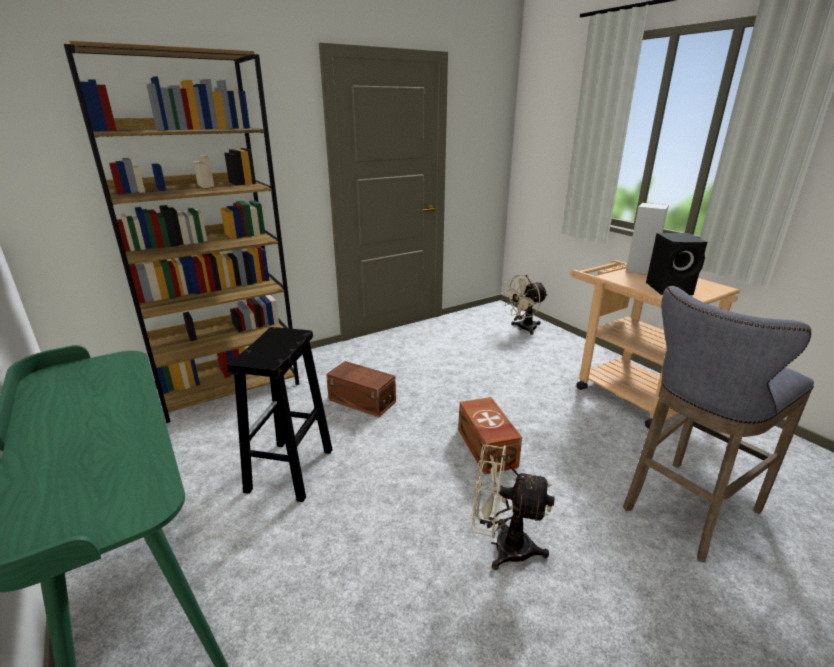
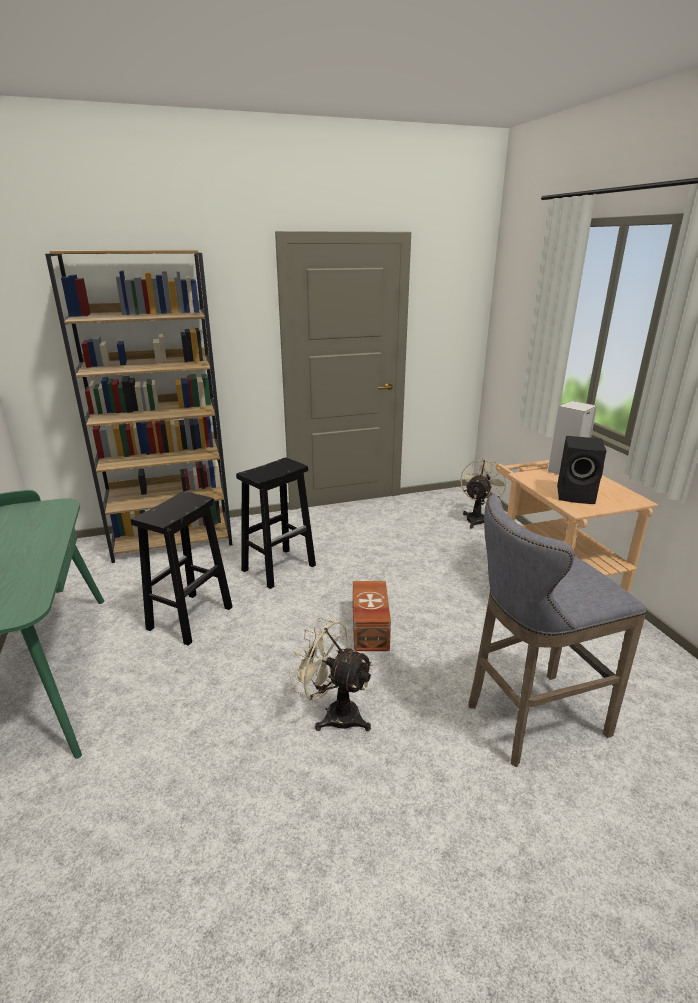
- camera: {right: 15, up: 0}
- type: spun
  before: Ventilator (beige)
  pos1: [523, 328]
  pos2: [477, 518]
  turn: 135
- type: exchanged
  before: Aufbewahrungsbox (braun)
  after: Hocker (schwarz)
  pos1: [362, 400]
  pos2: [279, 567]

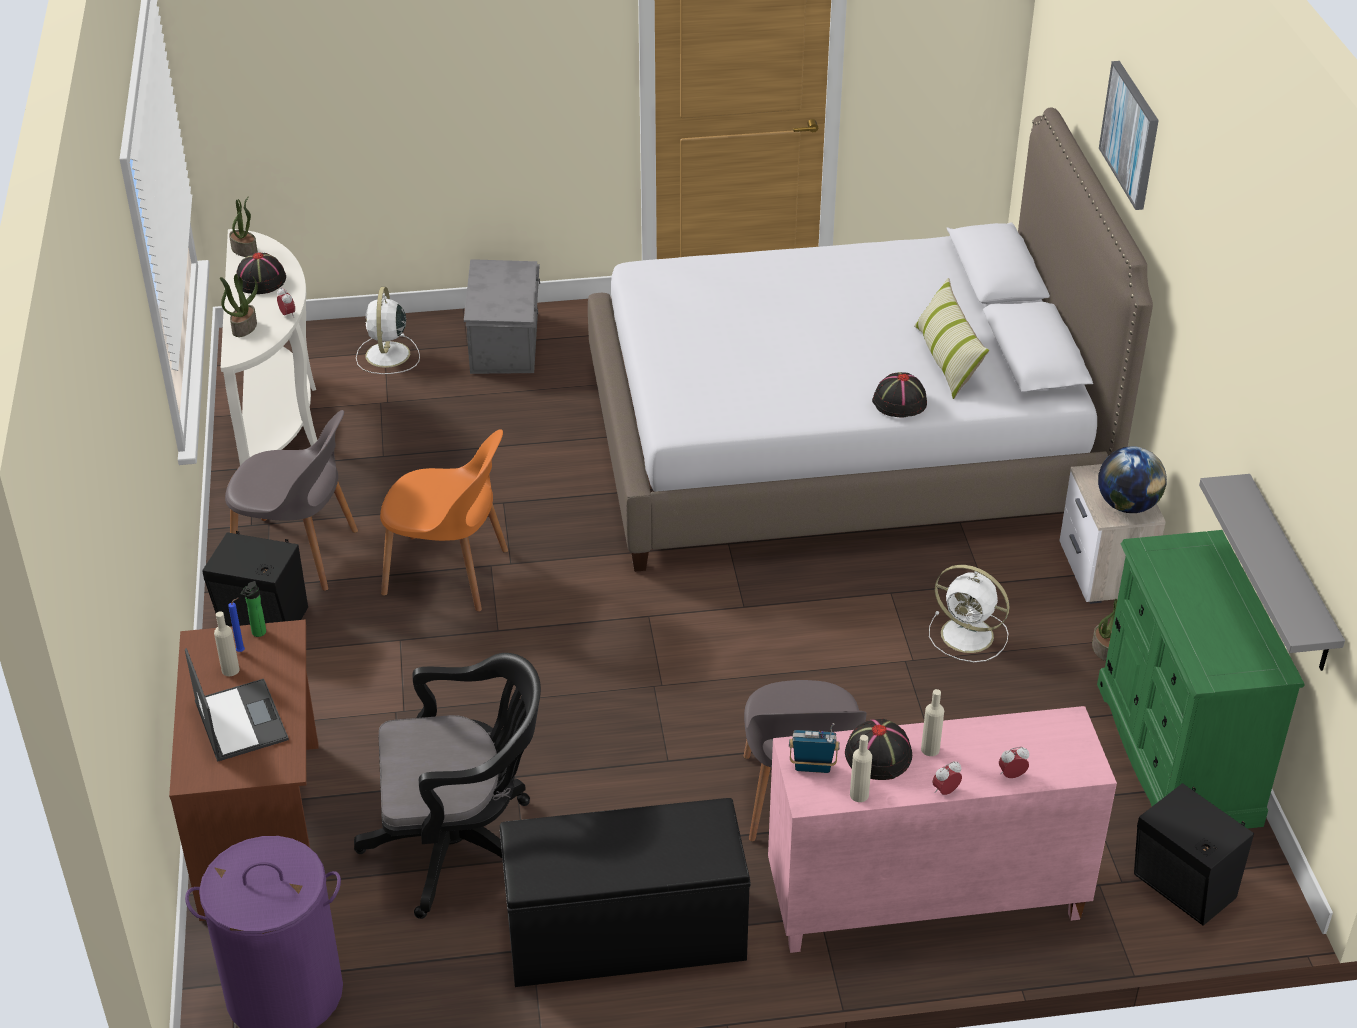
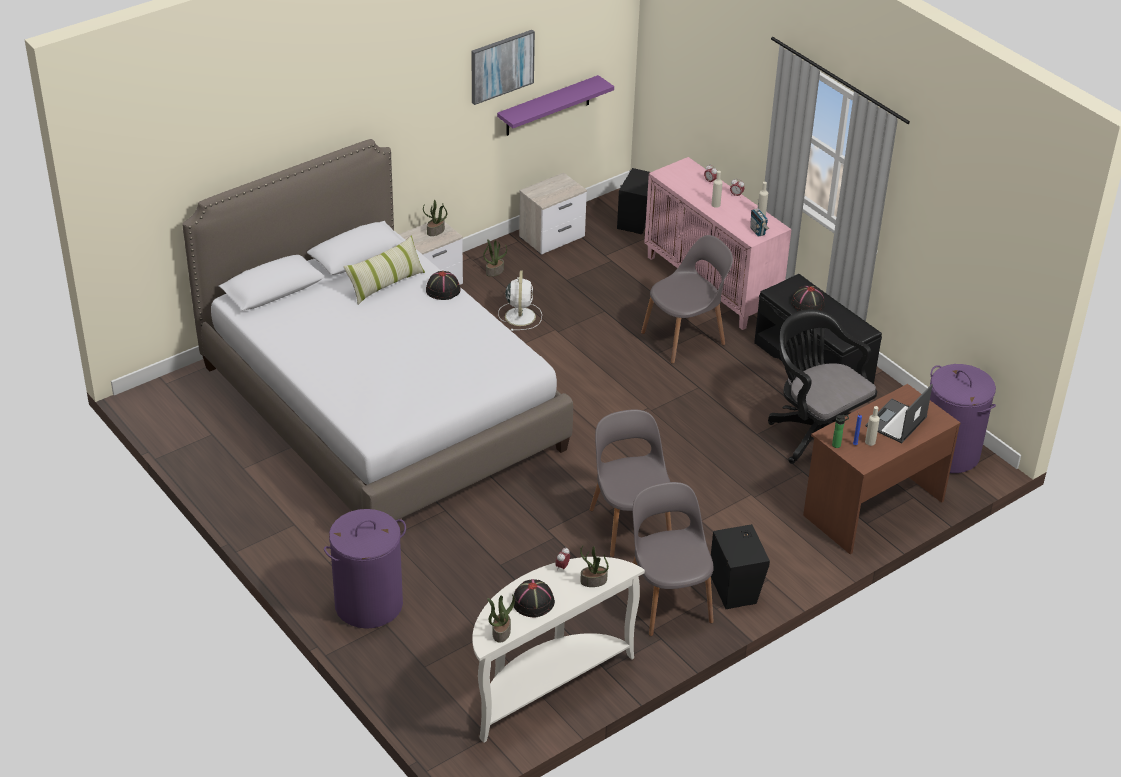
- camera: {right: -120, up: 0}
- type: relocated
  before: Bild
  pos1: [1131, 134]
  pos2: [501, 66]
- type: exchanged
  before: Aufbewahrungsbox (grau)
  after: Wäschekorb (lila)
  pos1: [506, 342]
  pos2: [368, 604]
- type: missing
  before: Ventilator (weiß)
  pos1: [387, 356]
- type: colour
  before: Stuhl (orange)
  after: Stuhl (grau)
  pos1: [449, 573]
  pos2: [630, 525]
- type: exchanged
  before: Globus
  after: Topfpflanze
  pos1: [1127, 505]
  pos2: [435, 231]
- type: colour
  before: Wandregal (grau)
  after: Wandregal (lila)
  pos1: [1289, 576]
  pos2: [548, 106]
- type: exchanged
  before: Kommode (grün)
  after: Nachttisch
  pos1: [1176, 753]
  pos2: [553, 237]
- type: relocated
  before: Hut (schwarz)
  pos1: [878, 755]
  pos2: [807, 304]

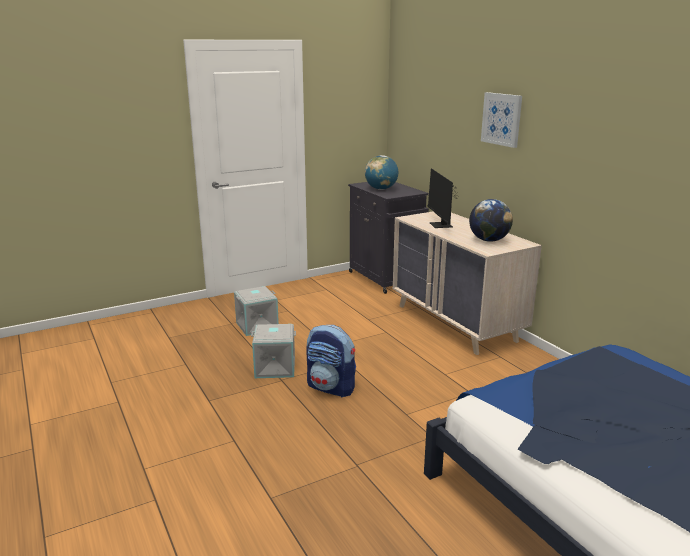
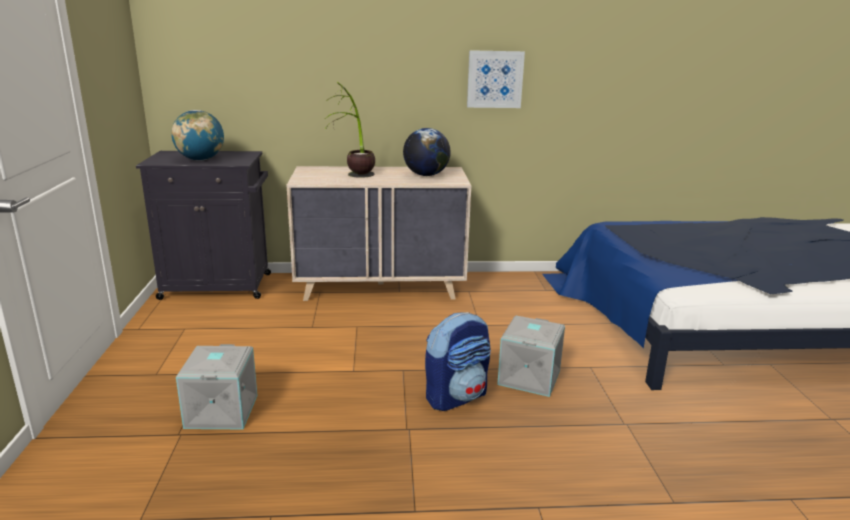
- camera: {right: -65, up: 0}
- type: relocated
  before: Bild
  pos1: [501, 119]
  pos2: [495, 79]
- type: exchanged
  before: Monitor
  after: Topfpflanze
  pos1: [441, 226]
  pos2: [354, 178]
- type: relocated
  before: Aufbewahrungsbox (grau)
  pos1: [275, 367]
  pos2: [528, 377]

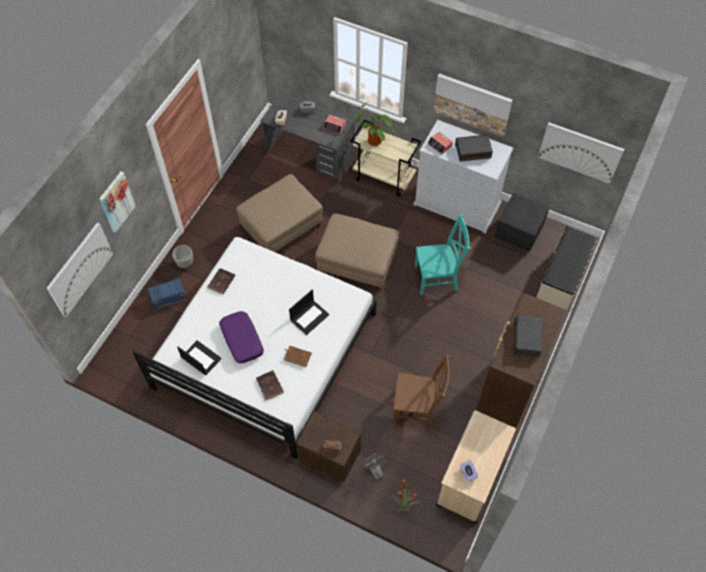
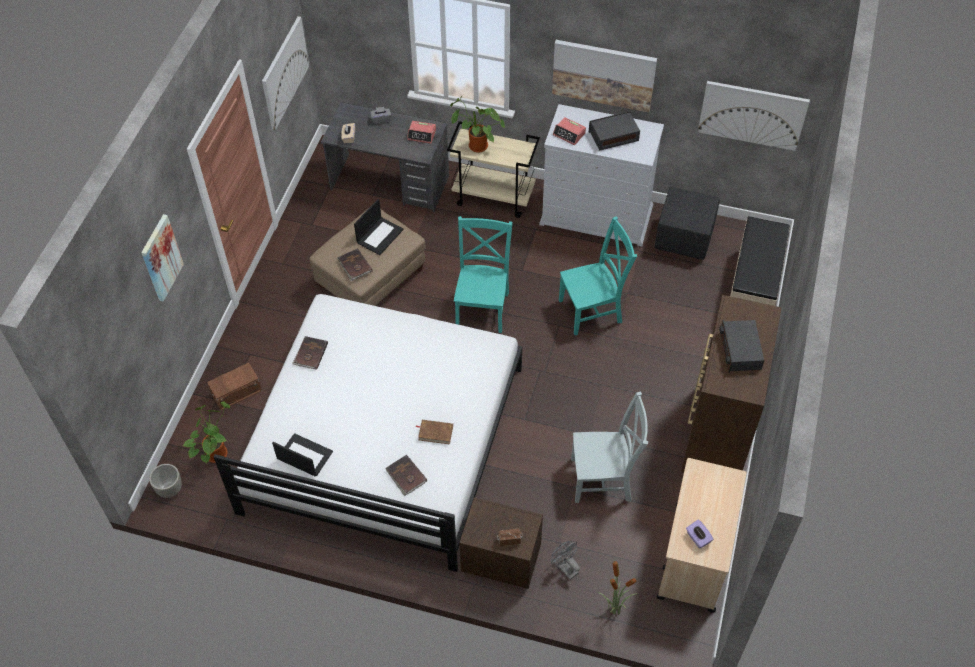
- camera: {right: -10, up: -5}
- type: exchanged
  before: Polsterhocker (beige)
  after: Stuhl (türkis)
  pos1: [357, 262]
  pos2: [483, 308]
- type: relocated
  before: Bild
  pos1: [80, 269]
  pos2: [284, 72]
- type: relocated
  before: Pflanzkübel (grau)
  pos1: [185, 262]
  pos2: [170, 489]
- type: colour
  before: Aufbewahrungsbox (blau)
  after: Aufbewahrungsbox (braun)
  pos1: [168, 297]
  pos2: [235, 392]
- type: relocated
  before: Laptop
  pos1: [309, 317]
  pos2: [380, 235]
- type: missing
  before: Kissen (lila)
  pos1: [241, 340]
- type: colour
  before: Stuhl (braun)
  after: Stuhl (grau)
  pos1: [417, 409]
  pos2: [604, 479]
- type: appeared
  after: Buch (braun)
  pos2: [354, 266]
- type: appeared
  after: Topfpflanze
  pos2: [216, 452]

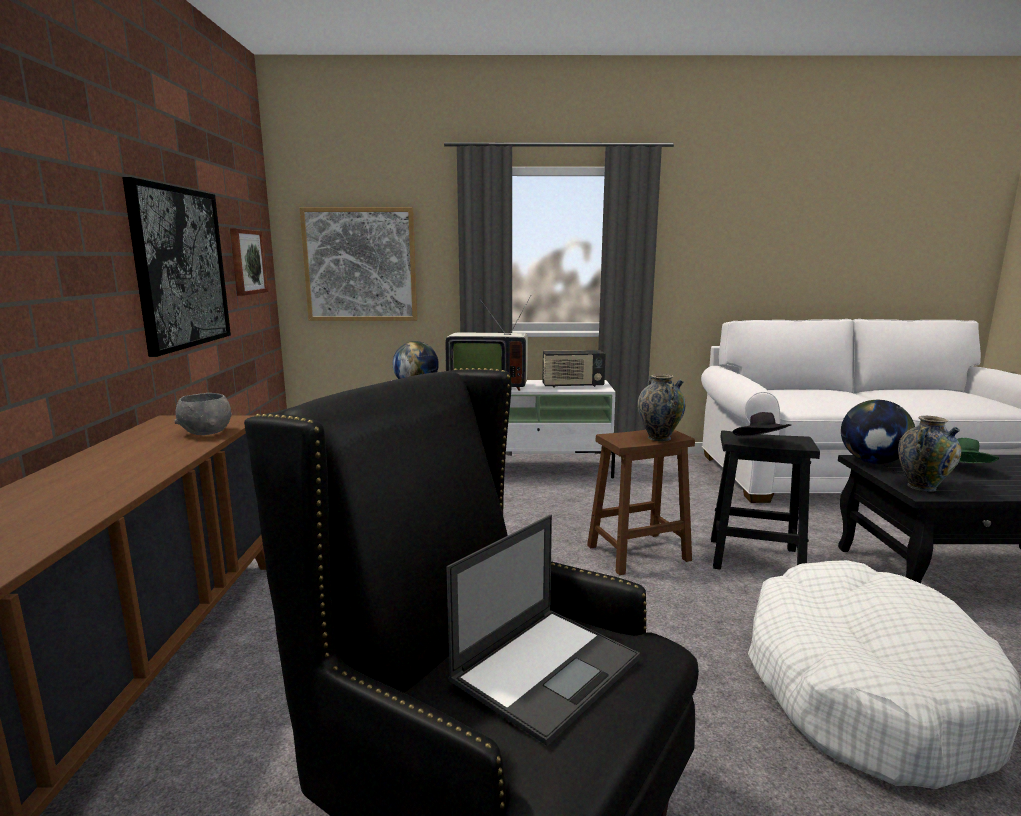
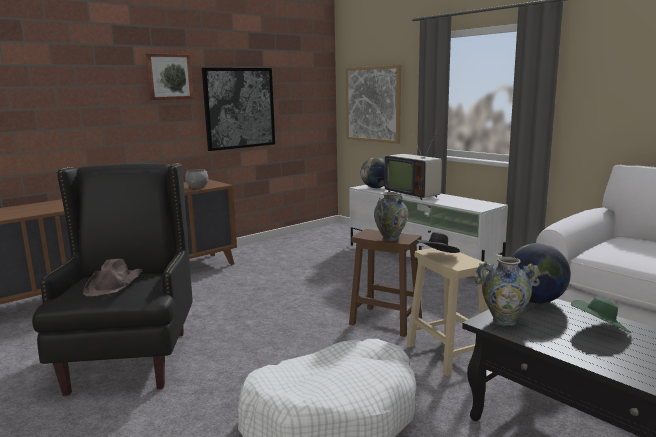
- camera: {right: 50, up: 0}
- type: relocated
  before: Bild
  pos1: [247, 262]
  pos2: [169, 76]
- type: missing
  before: Radio
  pos1: [572, 385]
- type: colour
  before: Hocker (schwarz)
  after: Hocker (beige)
  pos1: [757, 558]
  pos2: [448, 354]
- type: exchanged
  before: Laptop
  after: Hut (braun)
  pos1: [547, 668]
  pos2: [115, 284]

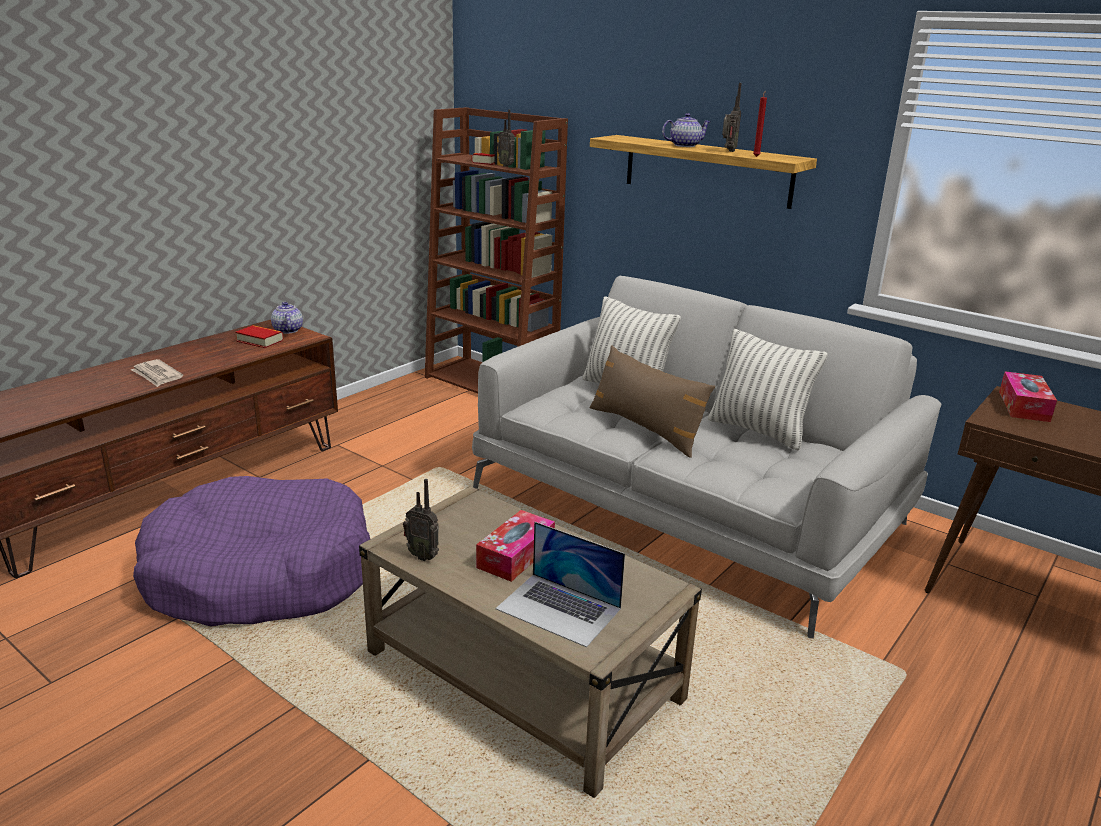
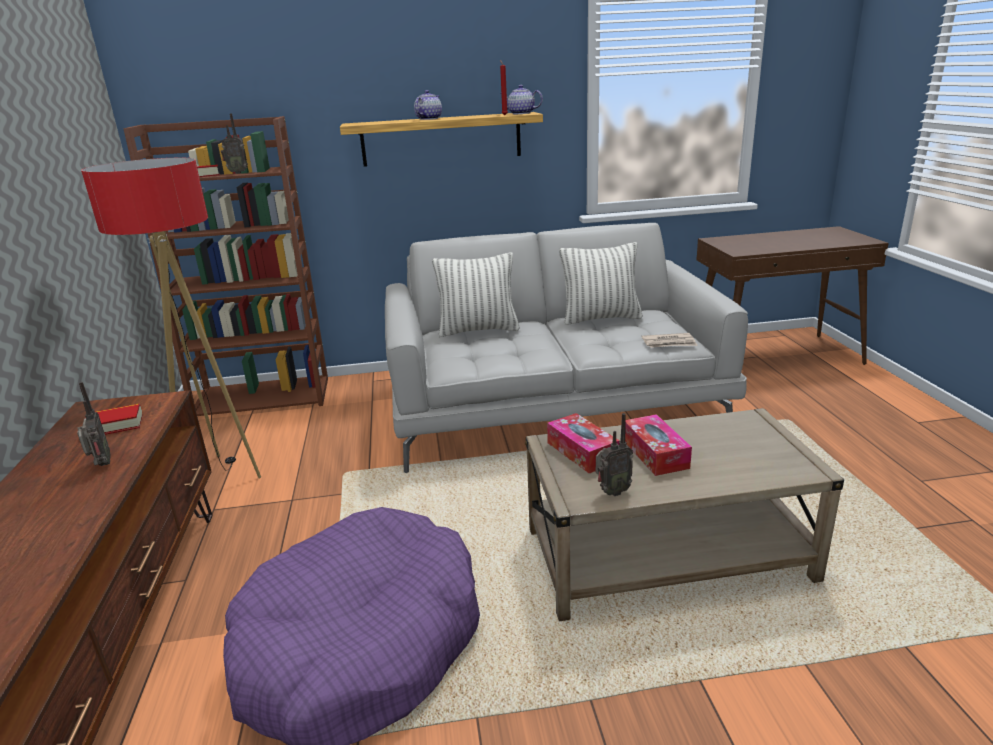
- camera: {right: -45, up: 0}
- type: relocated
  before: Radio
  pos1: [728, 151]
  pos2: [101, 465]
- type: relocated
  before: Teekanne
  pos1: [287, 330]
  pos2: [521, 113]
- type: missing
  before: Kissen (braun)
  pos1: [646, 428]
- type: relocated
  before: Zeitung
  pos1: [157, 375]
  pos2: [669, 343]
- type: relocated
  before: Taschentuchbox
  pos1: [1023, 406]
  pos2: [582, 452]
- type: missing
  before: Laptop
  pos1: [559, 609]
- type: appeared
  after: Stehlampe
  pos2: [220, 476]

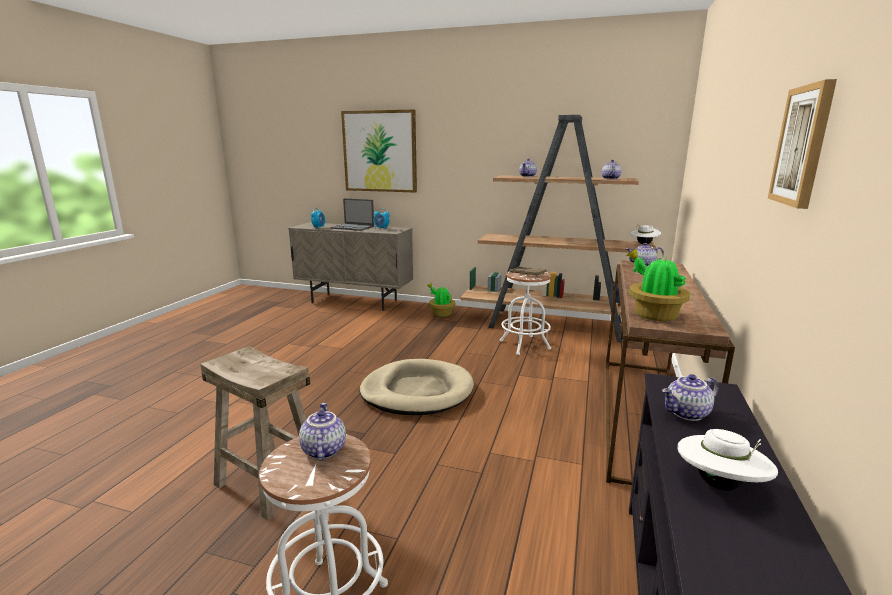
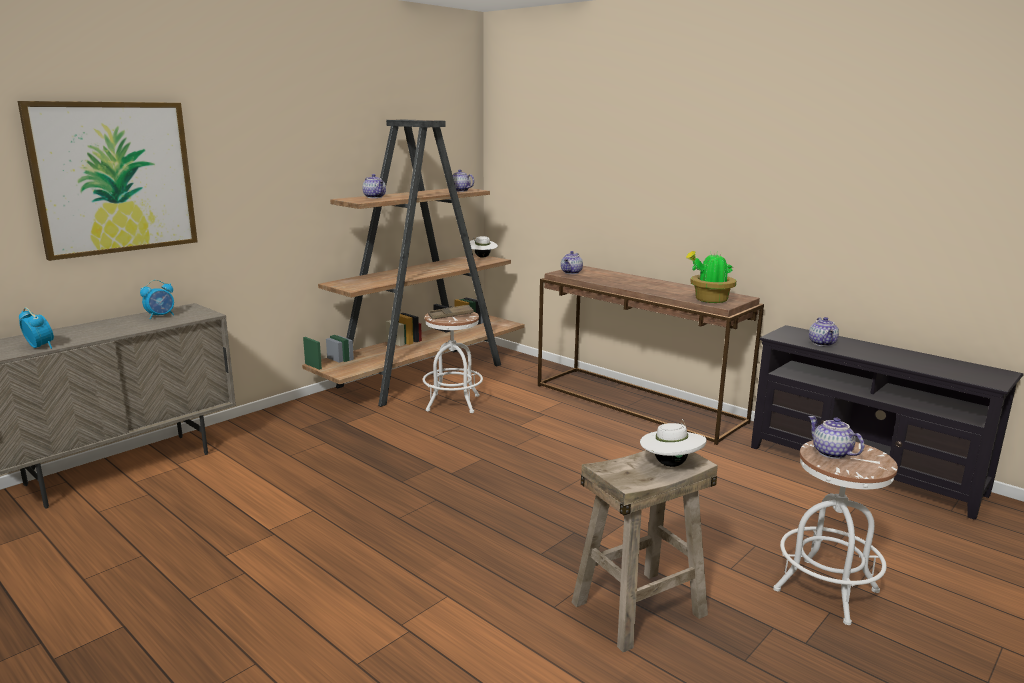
- camera: {right: -65, up: 0}
- type: missing
  before: Bild
  pos1: [803, 146]
- type: missing
  before: Laptop
  pos1: [353, 227]
- type: missing
  before: Topfpflanze
  pos1: [441, 314]
- type: missing
  before: Hundebett (beige)
  pos1: [417, 391]
- type: spun
  before: Teekanne
  pos1: [322, 450]
  pos2: [830, 453]
  turn: 45
- type: relocated
  before: Hut (weiß)
  pos1: [720, 485]
  pos2: [670, 464]

